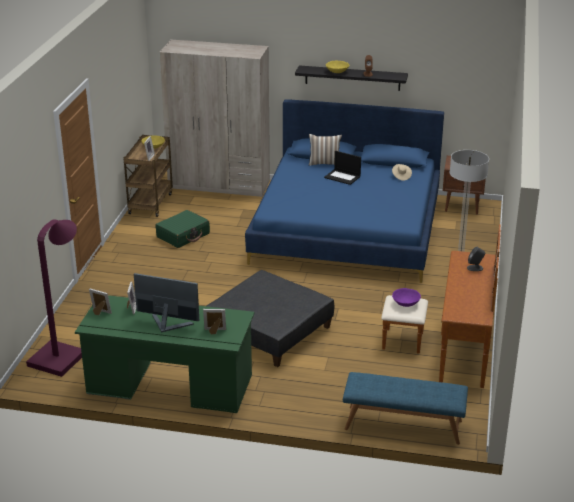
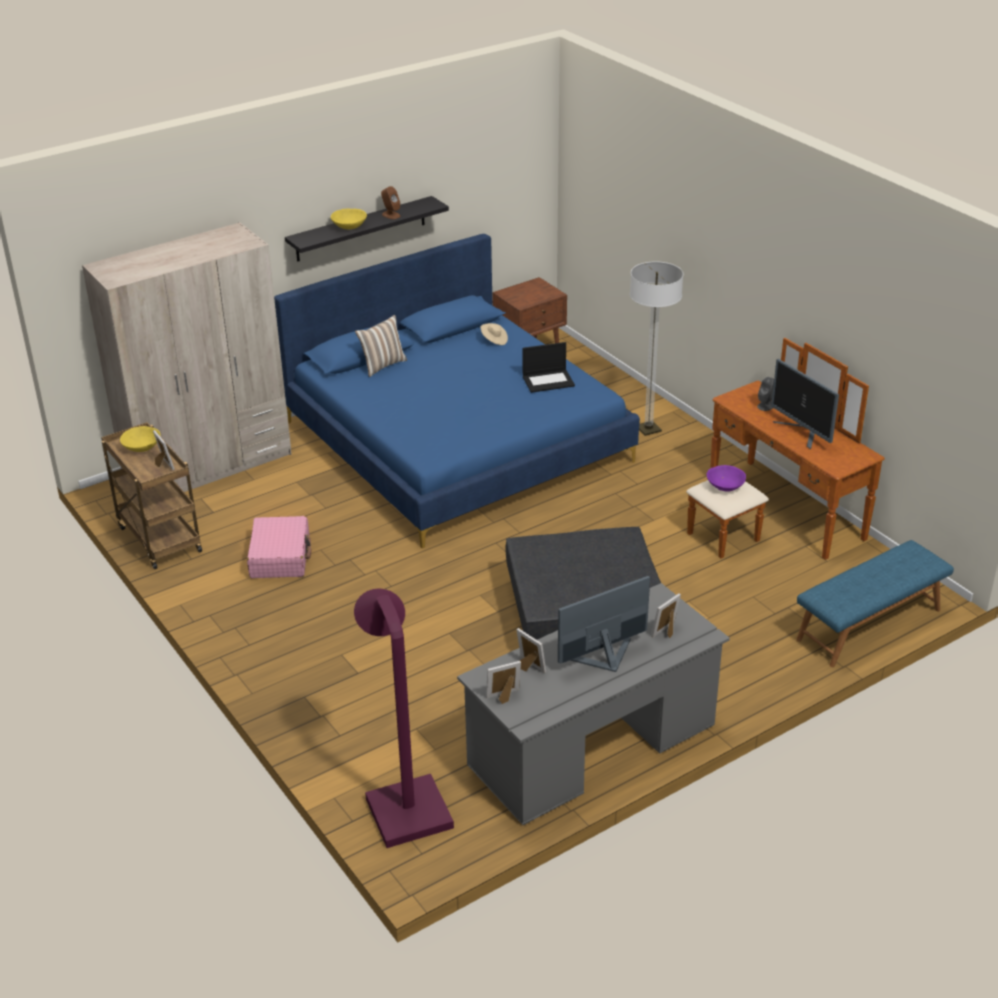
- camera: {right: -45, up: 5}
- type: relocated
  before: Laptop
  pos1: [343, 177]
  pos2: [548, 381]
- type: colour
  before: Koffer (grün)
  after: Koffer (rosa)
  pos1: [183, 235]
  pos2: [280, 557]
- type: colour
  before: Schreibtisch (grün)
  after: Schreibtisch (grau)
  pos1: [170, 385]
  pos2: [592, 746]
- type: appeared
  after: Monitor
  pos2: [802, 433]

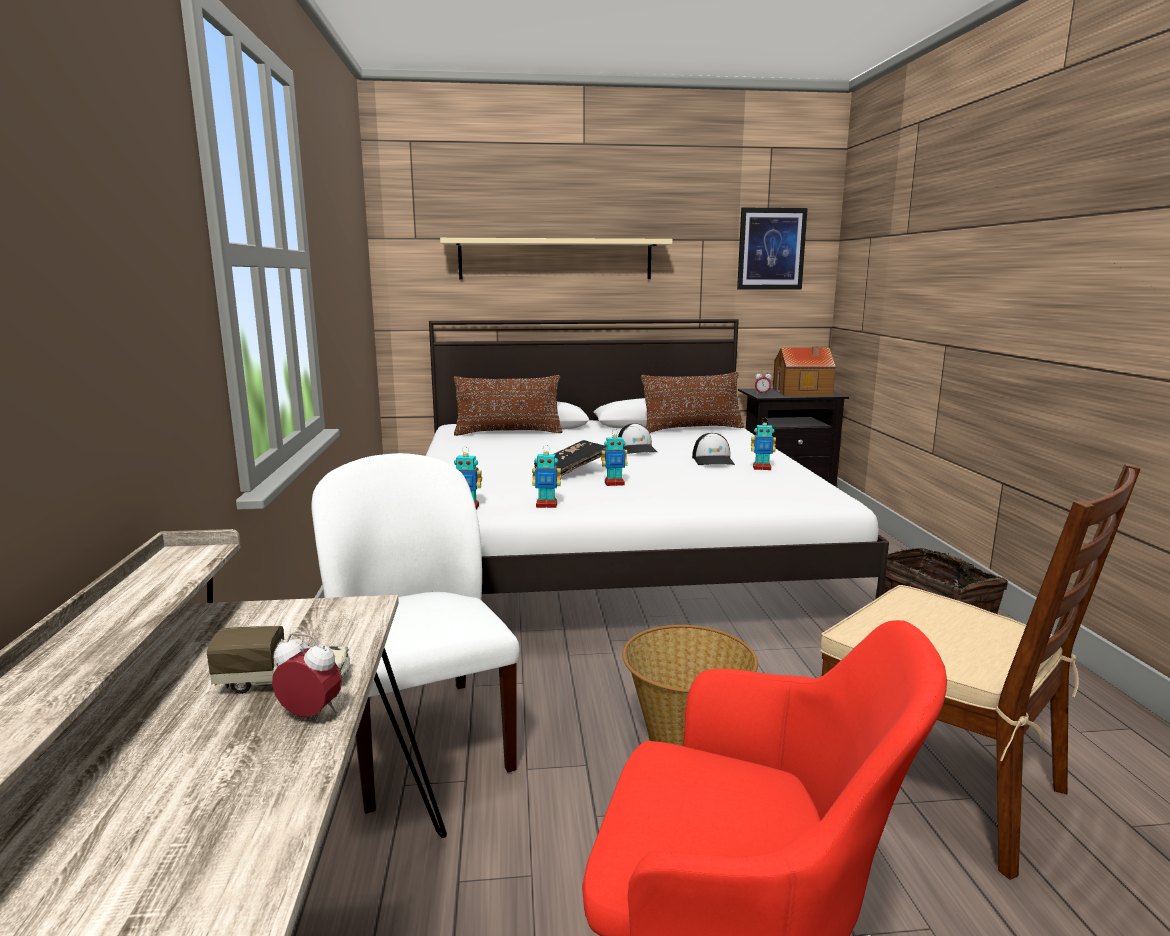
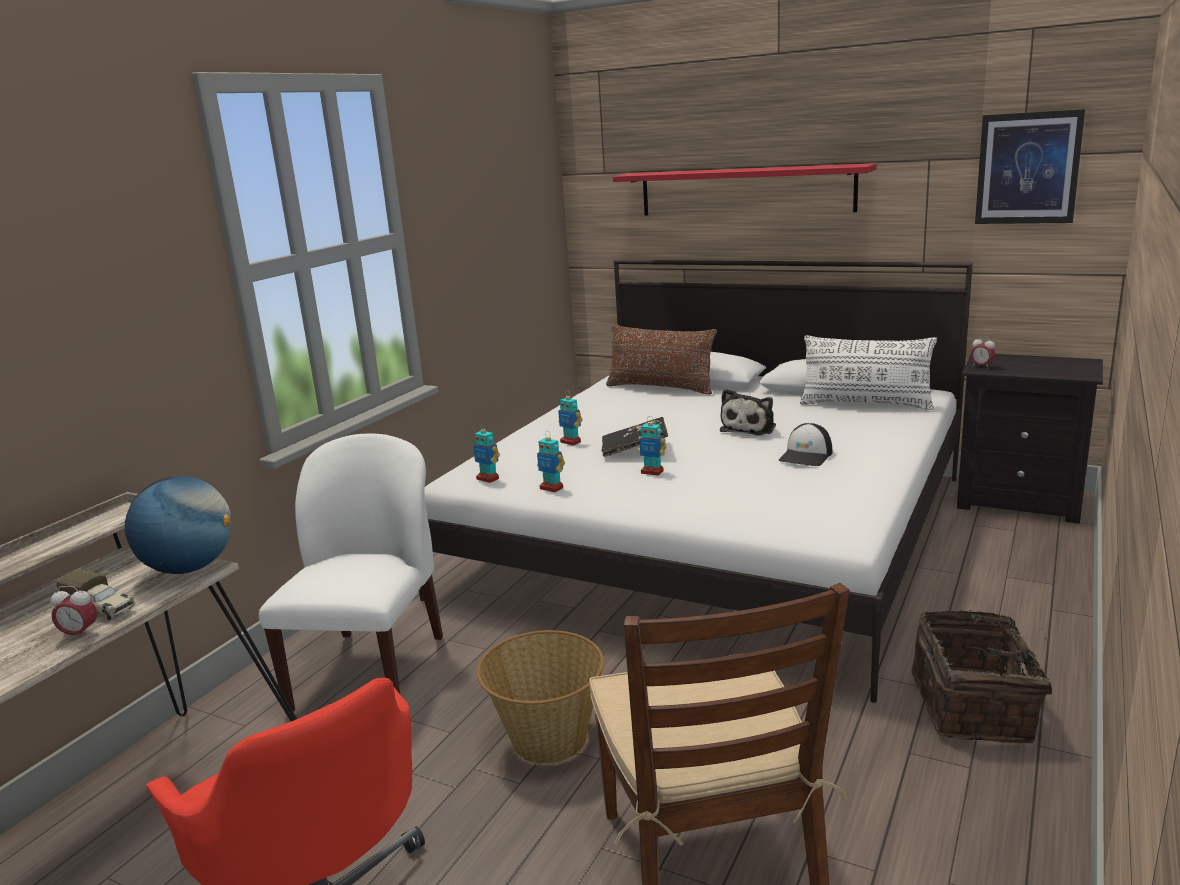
- camera: {right: 35, up: 5}
- type: colour
  before: Wandregal (beige)
  after: Wandregal (rot)
  pos1: [555, 259]
  pos2: [745, 191]
- type: missing
  before: Spielzeughaus
  pos1: [803, 392]
- type: colour
  before: Kissen (braun)
  after: Kissen (weiß)
  pos1: [692, 429]
  pos2: [866, 404]
- type: relocated
  before: Spielzeugroboter
  pos1: [762, 468]
  pos2: [571, 442]
- type: exchanged
  before: Kappe
  after: Plüschtier
  pos1: [636, 449]
  pos2: [750, 428]
- type: spun
  before: Wecker
  pos1: [311, 715]
  pos2: [80, 634]
  turn: 135
- type: appeared
  after: Globus
  pos2: [190, 568]

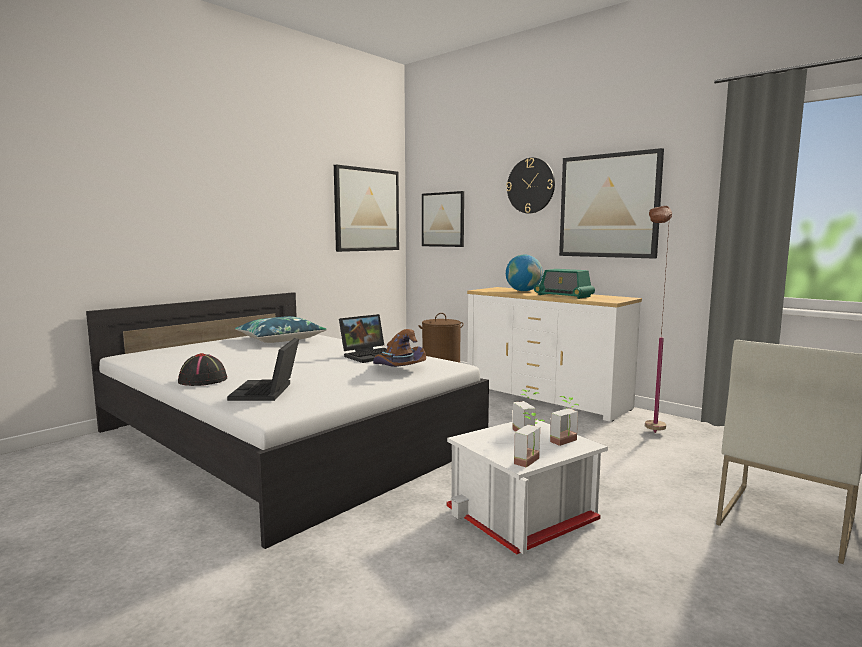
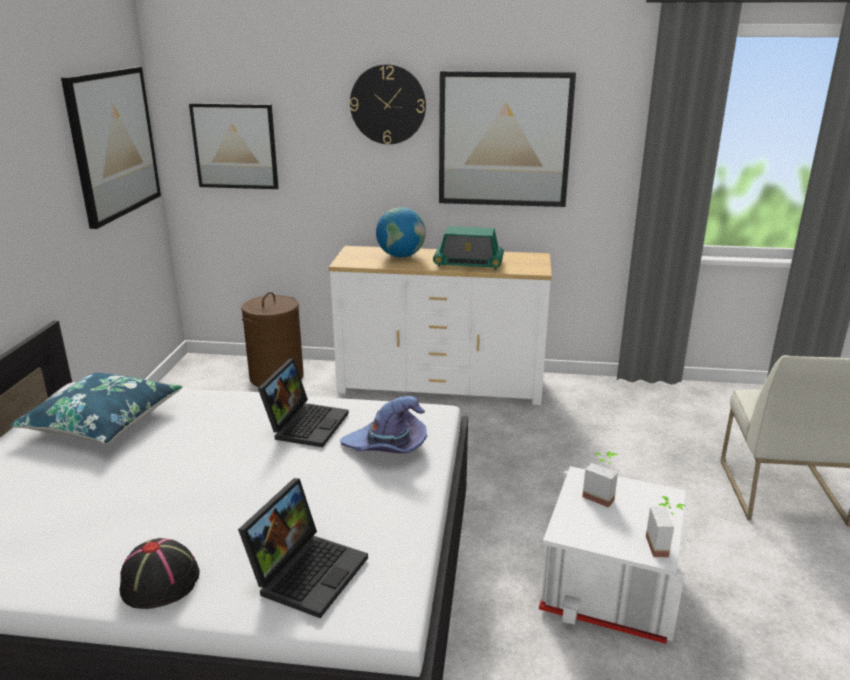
- camera: {right: -35, up: 15}
- type: missing
  before: Stehlampe (braun)
  pos1: [649, 427]
- type: colour
  before: Hut (braun)
  after: Hut (lila)
  pos1: [397, 368]
  pos2: [387, 446]
- type: spun
  before: Laptop
  pos1: [267, 392]
  pos2: [307, 571]
  turn: -120
- type: missing
  before: Topfpflanze
  pos1: [567, 442]

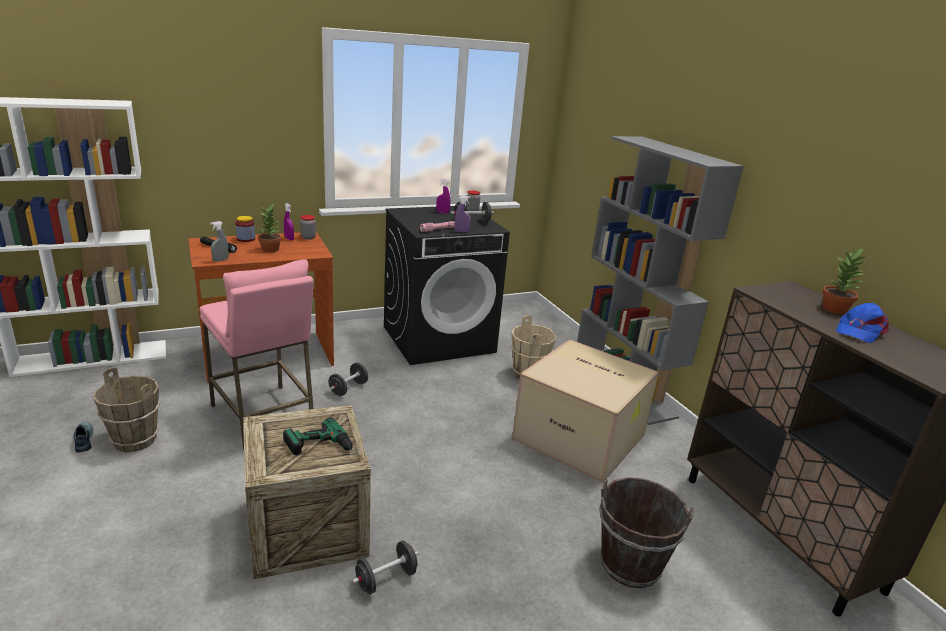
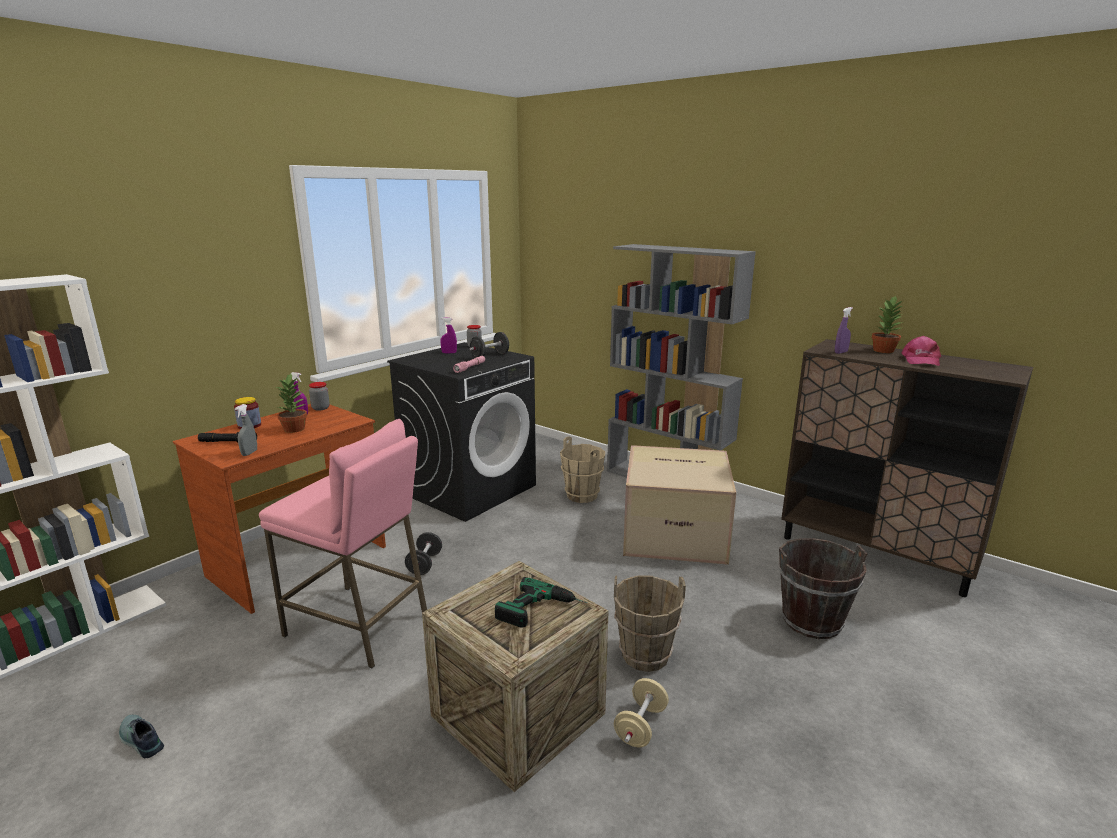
- camera: {right: -25, up: -5}
- type: relocated
  before: Sprühflasche (lila)
  pos1: [461, 231]
  pos2: [841, 352]
- type: colour
  before: Kappe (blau)
  after: Kappe (rosa)
  pos1: [859, 330]
  pos2: [920, 360]
- type: relocated
  before: Eimer (braun)
  pos1: [134, 440]
  pos2: [645, 655]
- type: colour
  before: Hantel (schwarz)
  after: Hantel (beige)
  pos1: [386, 579]
  pos2: [640, 726]

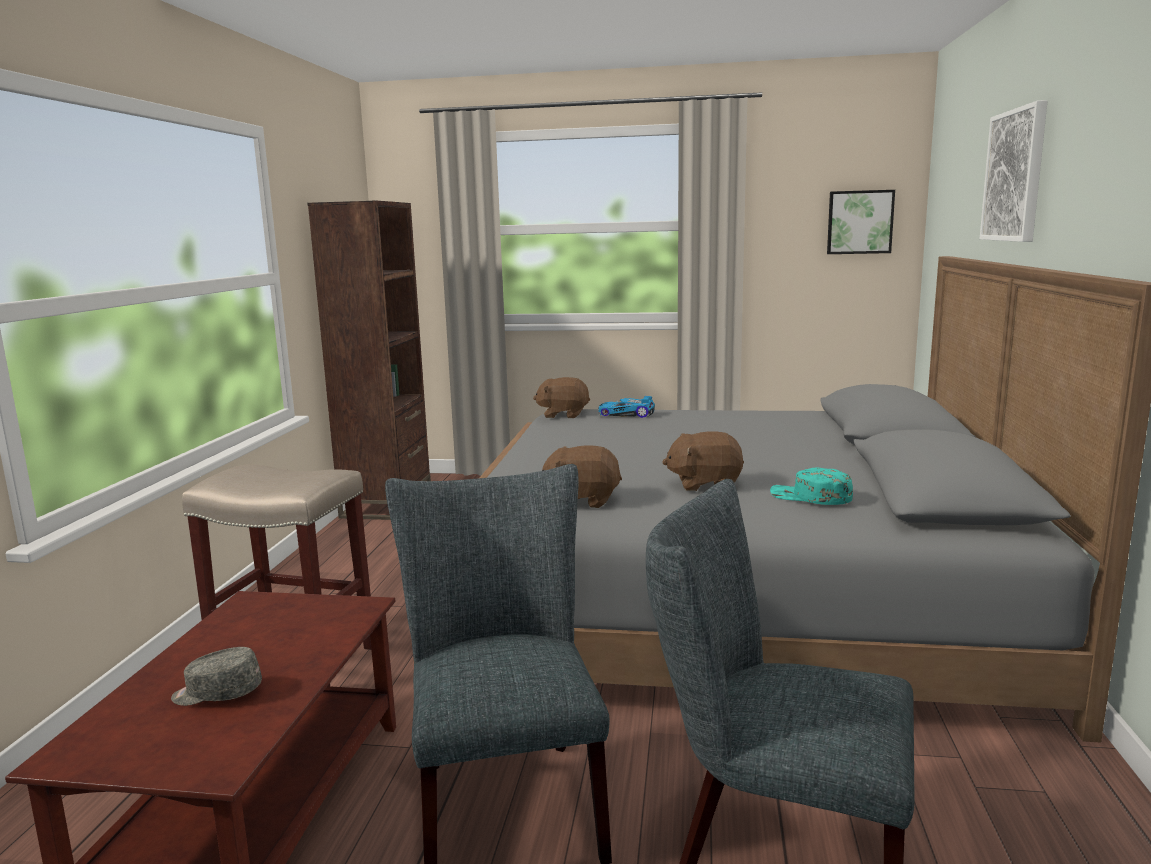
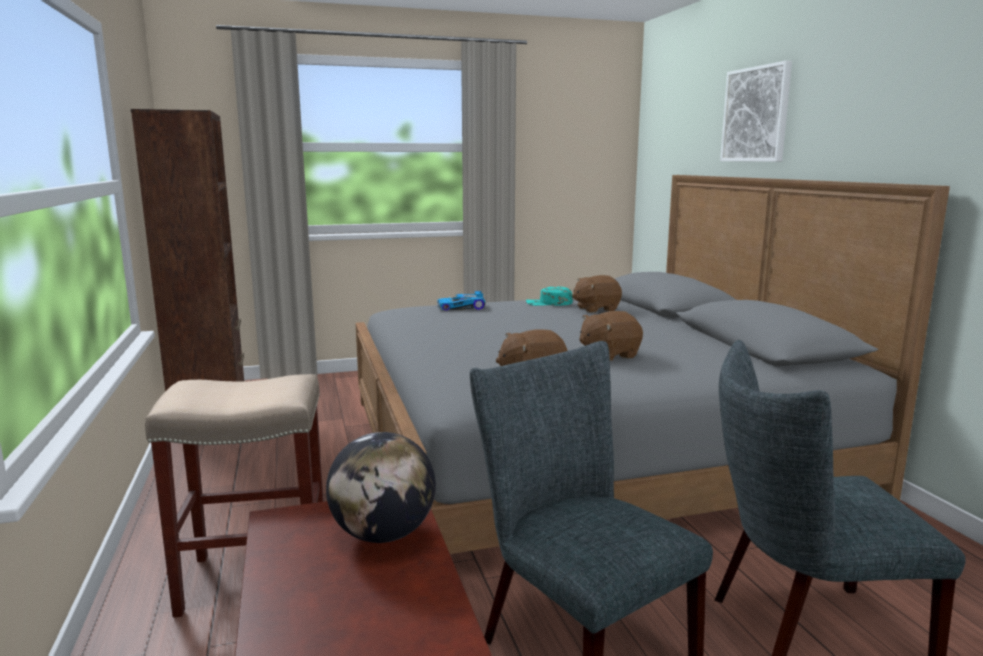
- camera: {right: -25, up: 0}
- type: missing
  before: Bild
  pos1: [859, 222]
- type: relocated
  before: Plüschtier (braun)
  pos1: [563, 415]
  pos2: [596, 309]
- type: relocated
  before: Kappe (türkis)
  pos1: [810, 496]
  pos2: [549, 303]
- type: missing
  before: Kappe (grau)
  pos1: [217, 693]
- type: appeared
  after: Globus
  pos2: [383, 535]

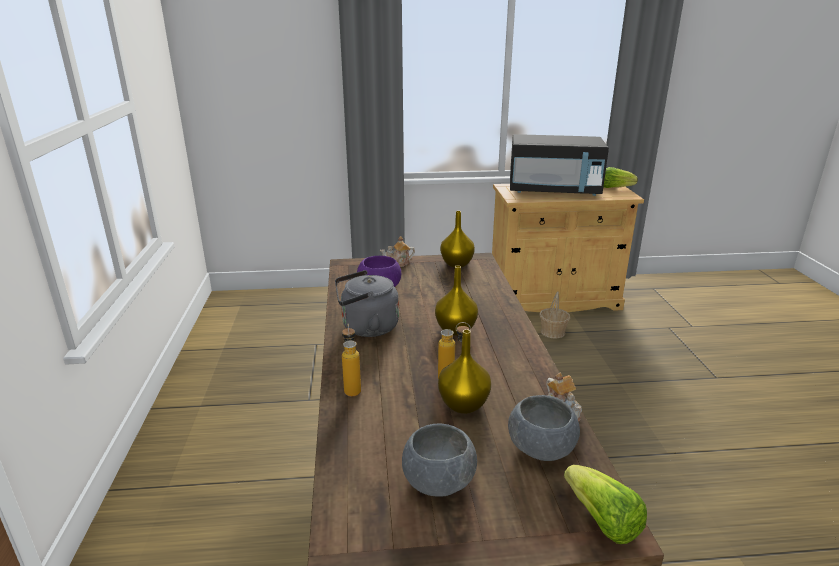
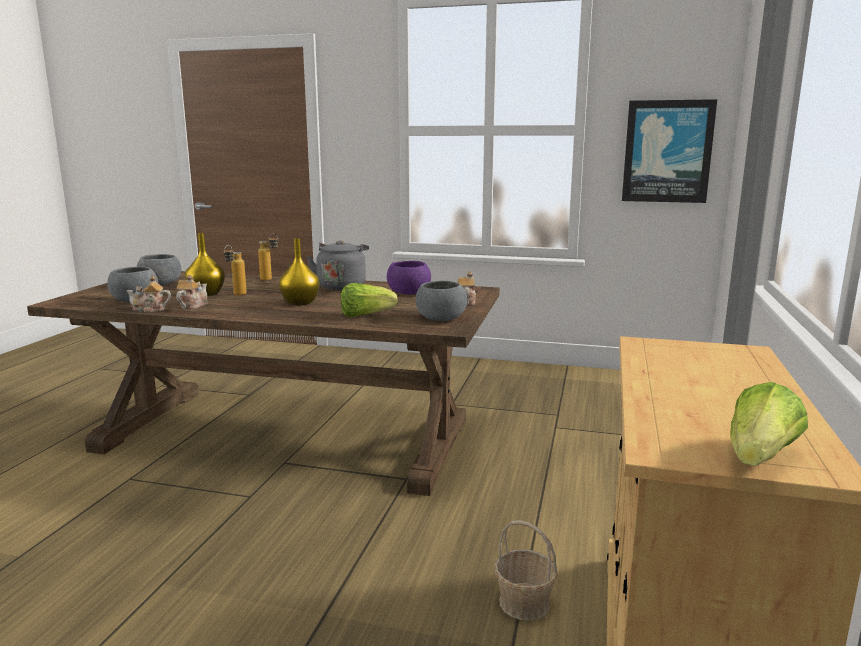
- camera: {right: 110, up: -10}
- type: missing
  before: Mikrowelle (schwarz)
  pos1: [553, 191]
- type: exchanged
  before: Vase (gelb)
  after: Schüssel (grau)
  pos1: [457, 264]
  pos2: [441, 319]
- type: relocated
  before: Salatkopf
  pos1: [601, 520]
  pos2: [365, 315]
- type: appeared
  after: Bild
  pos2: [667, 151]
- type: appeared
  after: Teekanne
  pos2: [192, 306]

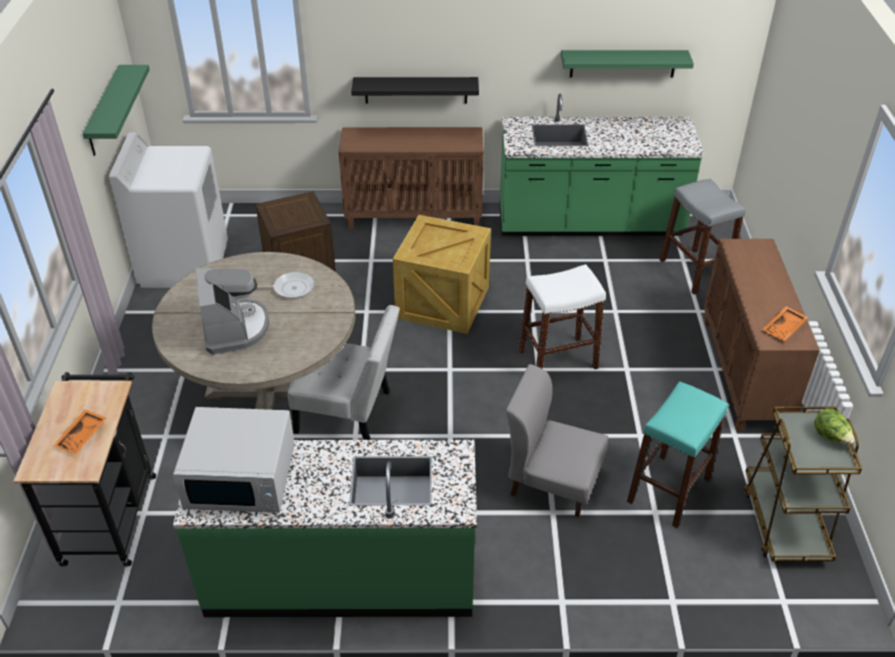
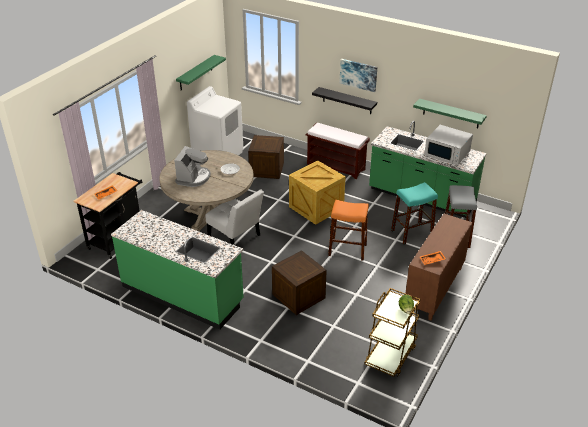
- camera: {right: 30, up: -5}
- type: exchanged
  before: Schrank (braun)
  after: Bank (braun)
  pos1: [414, 217]
  pos2: [336, 166]
- type: colour
  before: Hocker (weiß)
  after: Hocker (orange)
  pos1: [557, 360]
  pos2: [347, 250]
- type: exchanged
  before: Stuhl (grau)
  after: Kiste
  pos1: [552, 481]
  pos2: [298, 296]
- type: relocated
  before: Hocker (türkis)
  pos1: [668, 490]
  pos2: [412, 233]
- type: relocated
  before: Mikrowelle (weiß)
  pos1: [241, 477]
  pos2: [447, 153]
- type: appeared
  after: Bild
  pos2: [358, 74]

